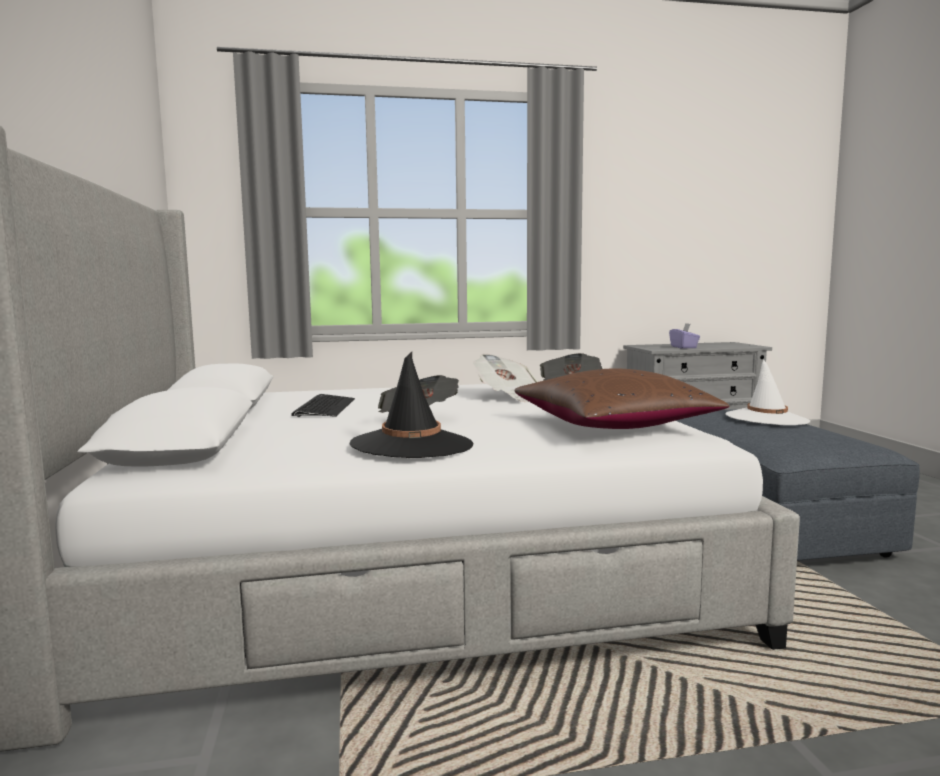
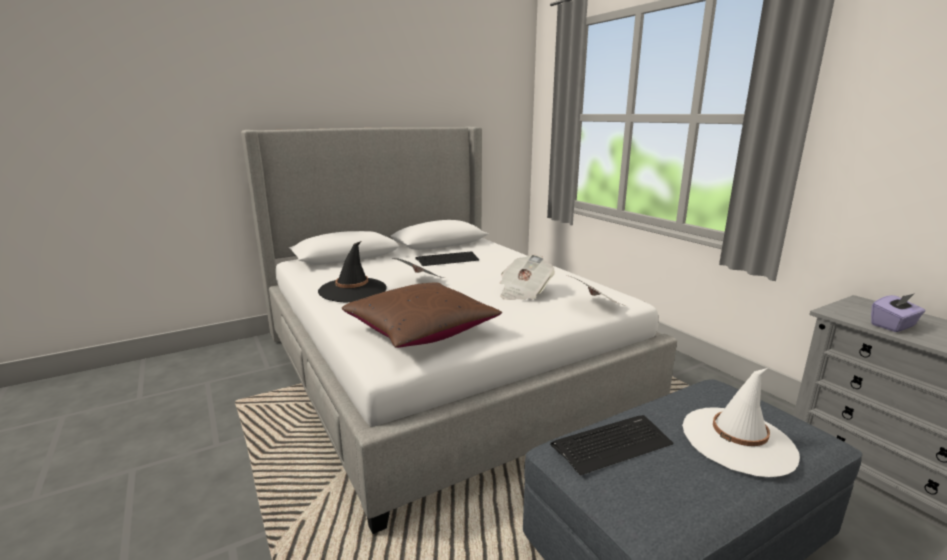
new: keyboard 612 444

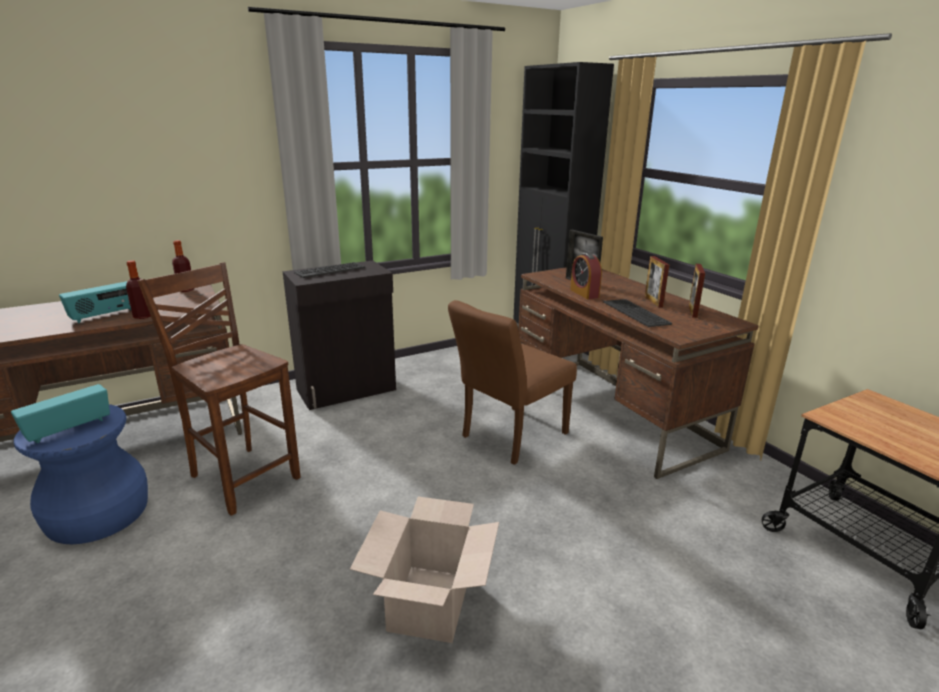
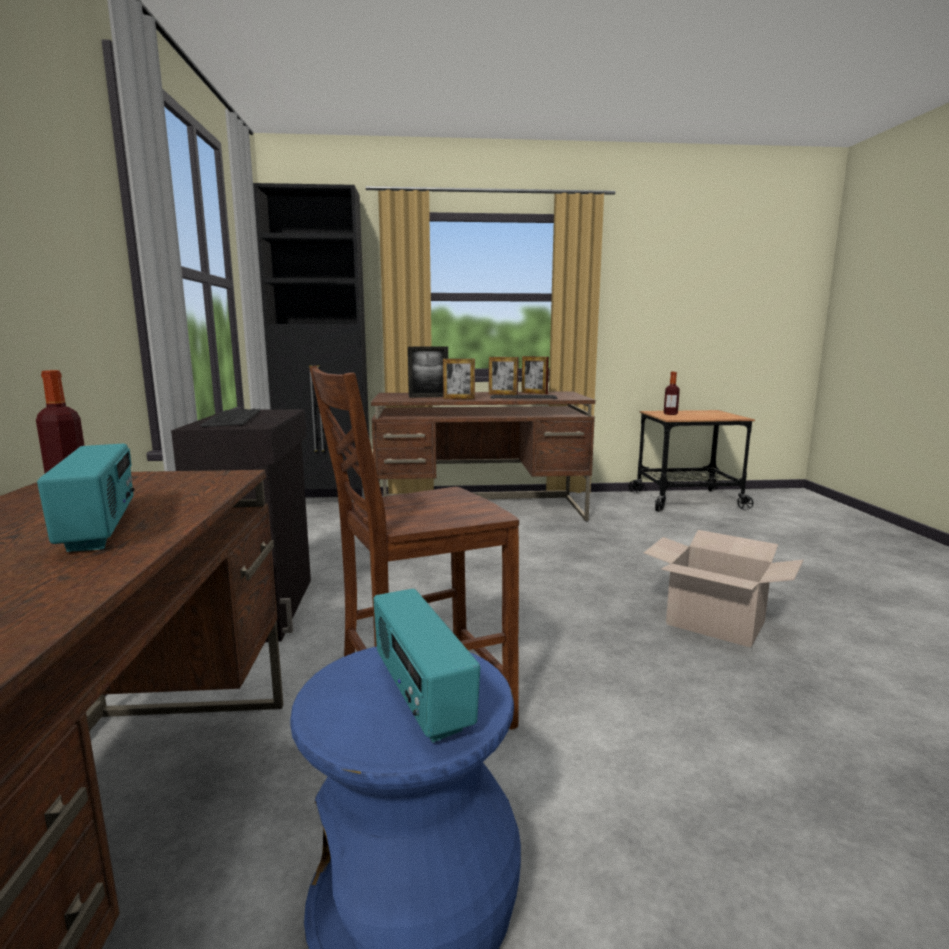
gone: brown_chair 509 437
shifted: bottle 143 316 to 670 414
swapped: alarm_clock 584 293 to picture_frame 459 399

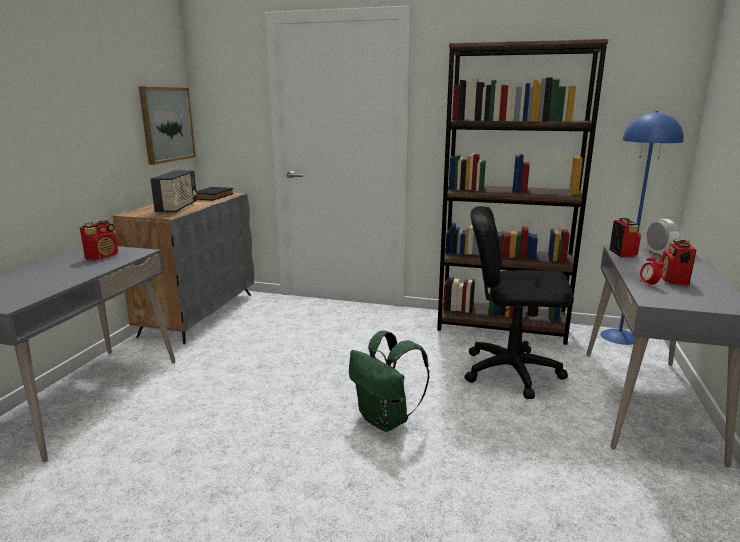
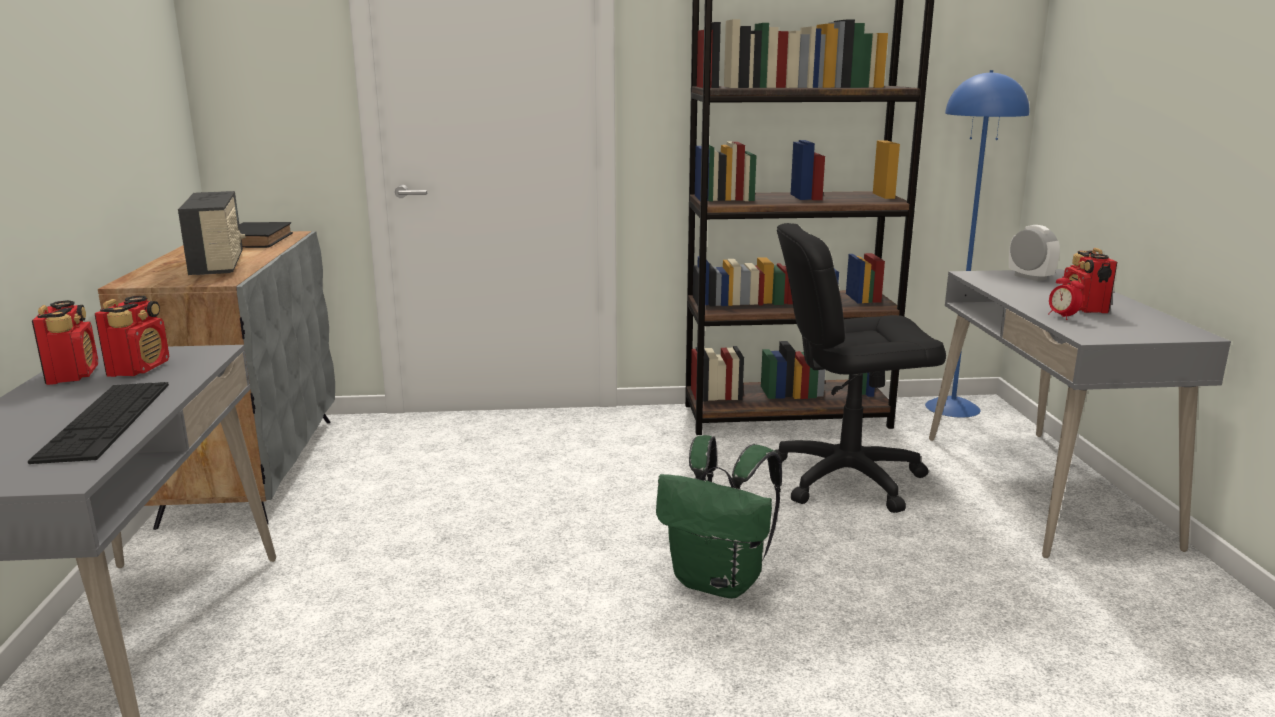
gone: picture 167 124
new: keyboard 105 420
shifted: radio 622 253 to 73 374

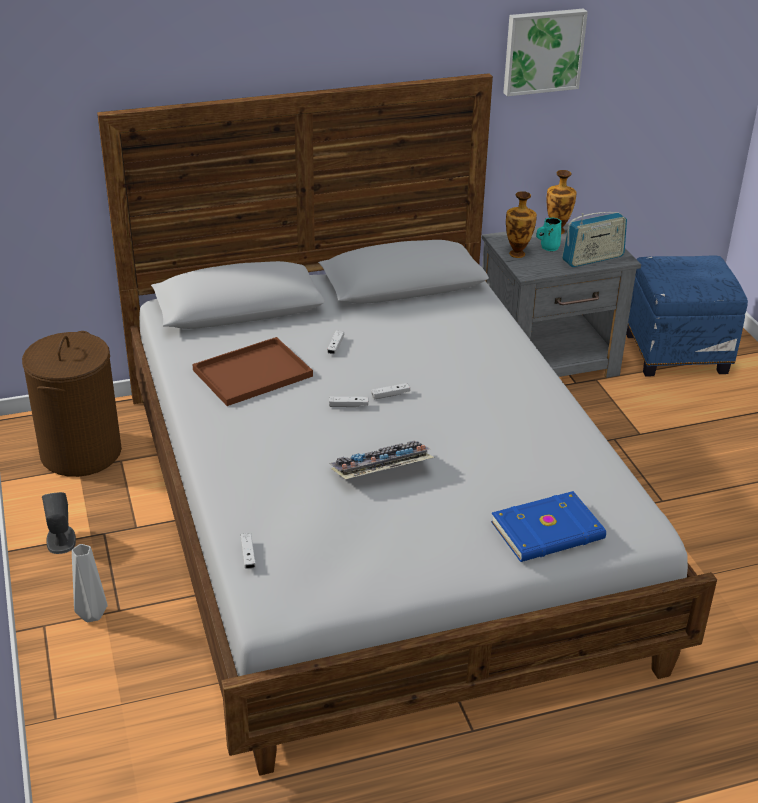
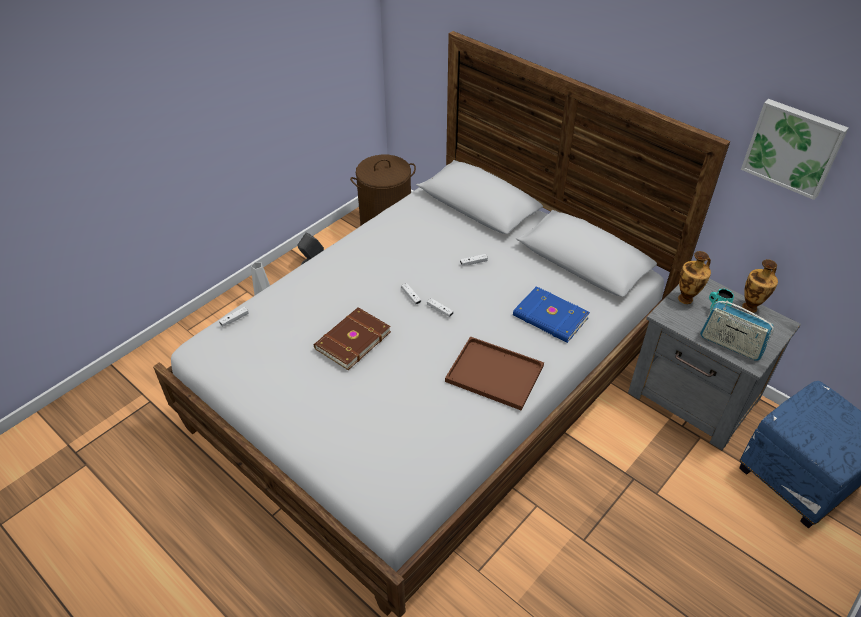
shifted: brown_tray 251 374 to 492 374; blue_book 549 532 to 550 318
swapped: keyboard 381 470 to brown_book 351 340

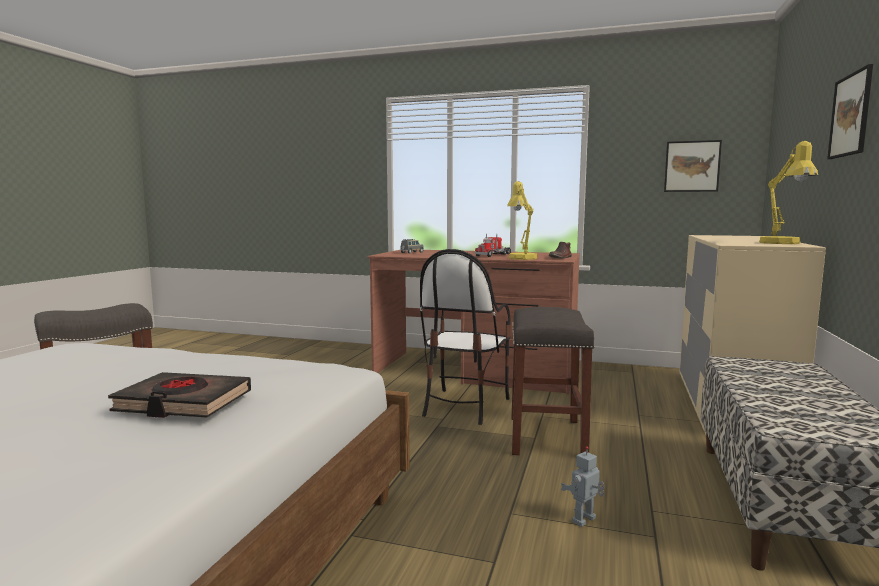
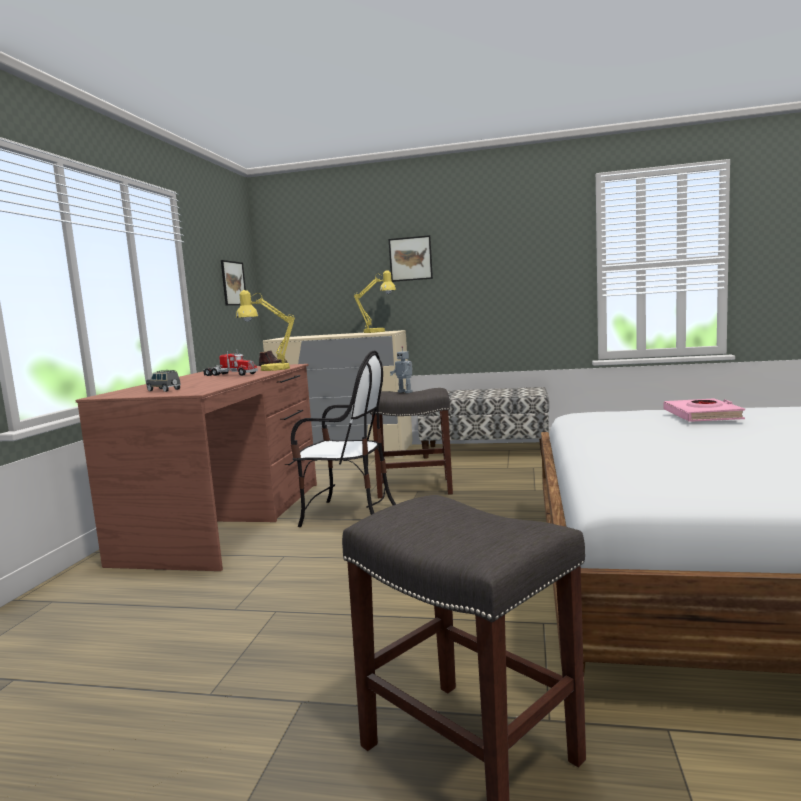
shifted: toy_robot 585 521 to 405 392
repainted: black_book 183 402 to pink_book 702 416

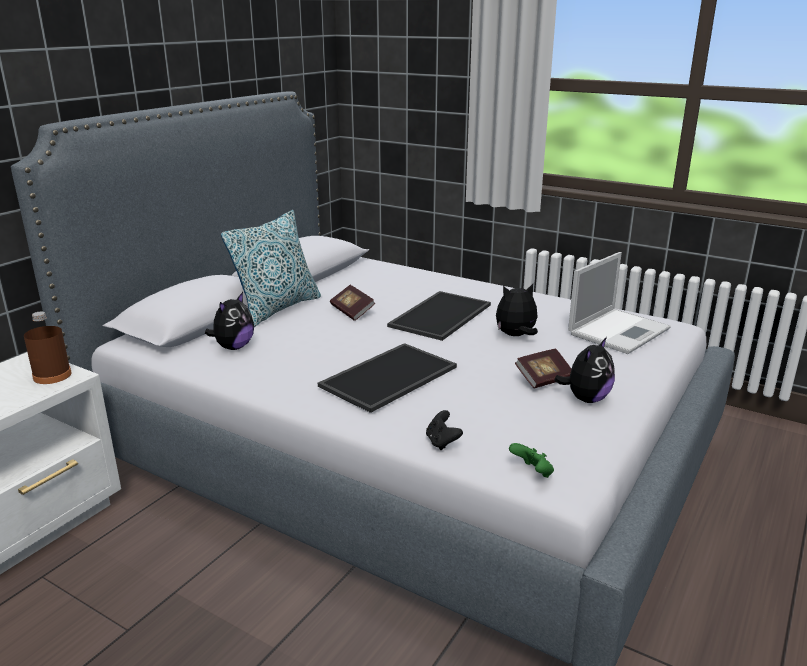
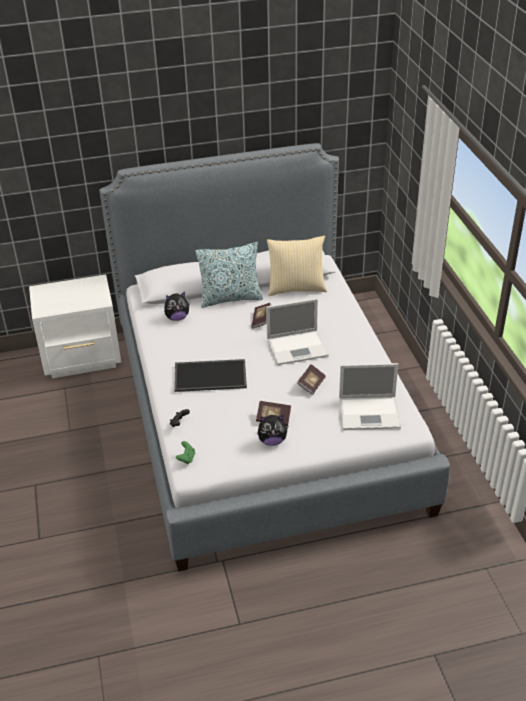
gone: brown_bottle 52 375
new: pillow 296 288
swapped: tray 439 315 to laptop 298 347; plush_toy 516 336 to book 311 384

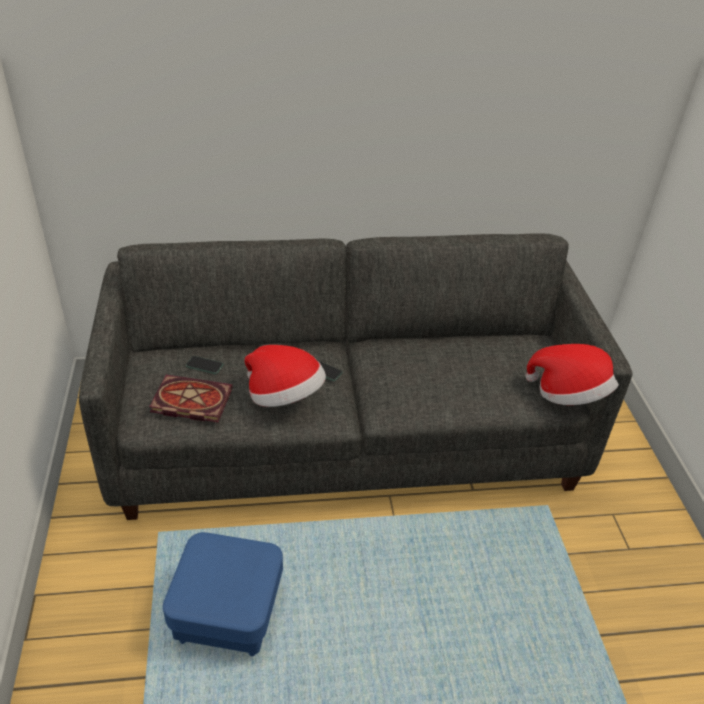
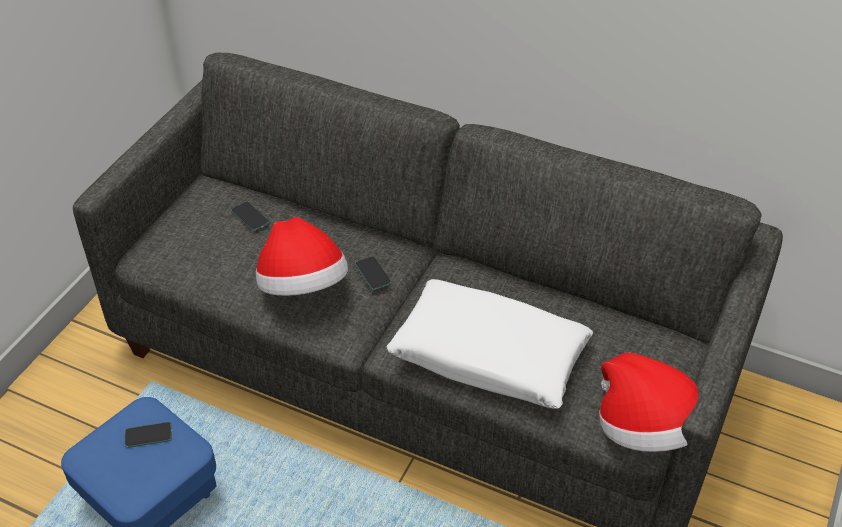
gone: book 189 401
new: phone 148 435; white_pillow 489 356

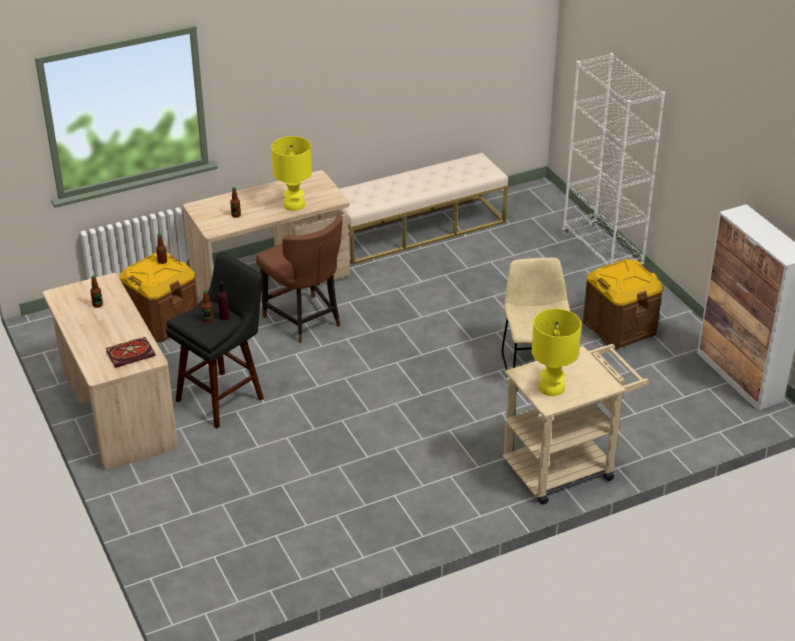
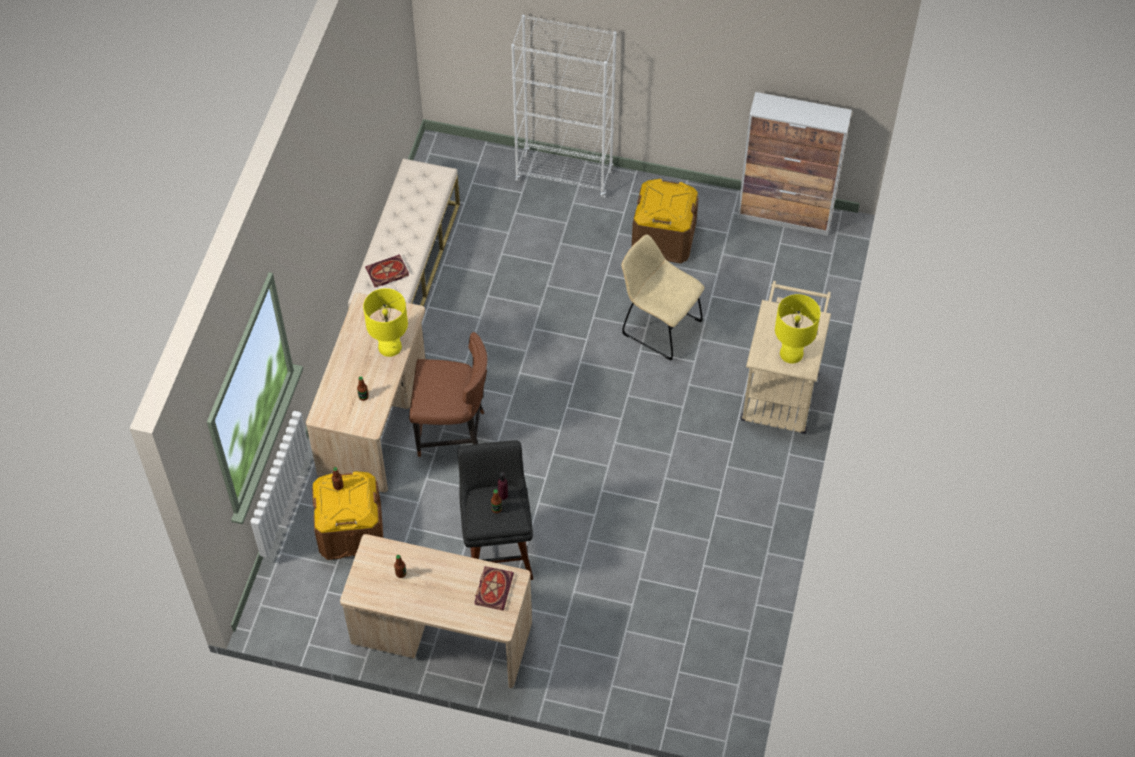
new: book 386 273

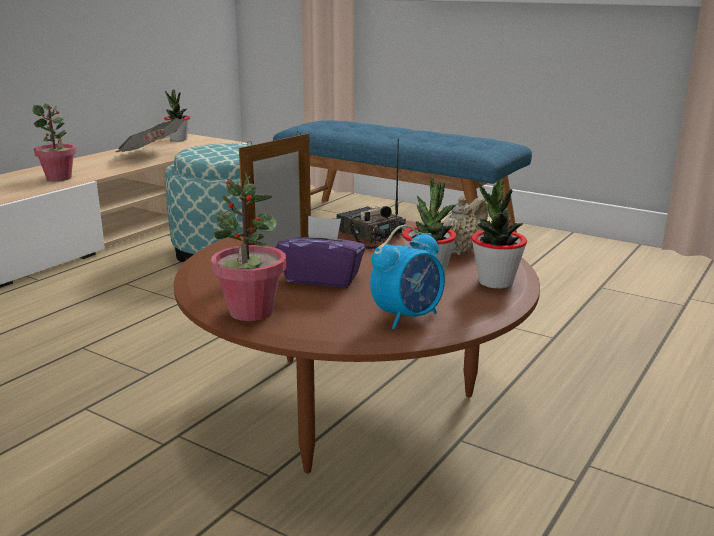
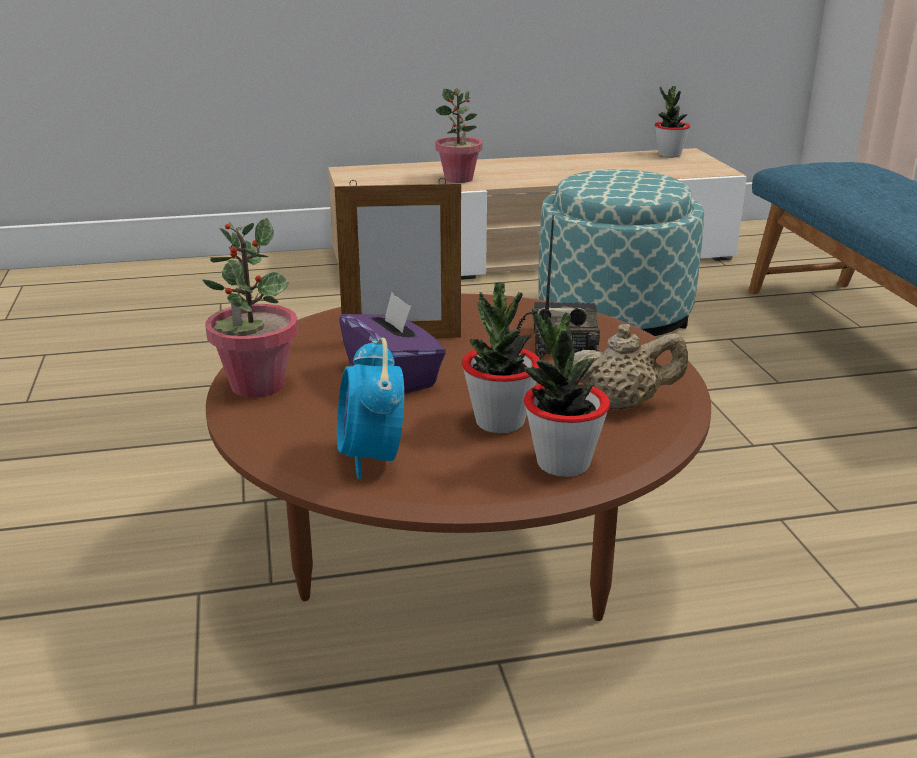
gone: newspaper 151 154
rotated: alarm_clock 408 317 = 371 458 75 degrees clockwise

